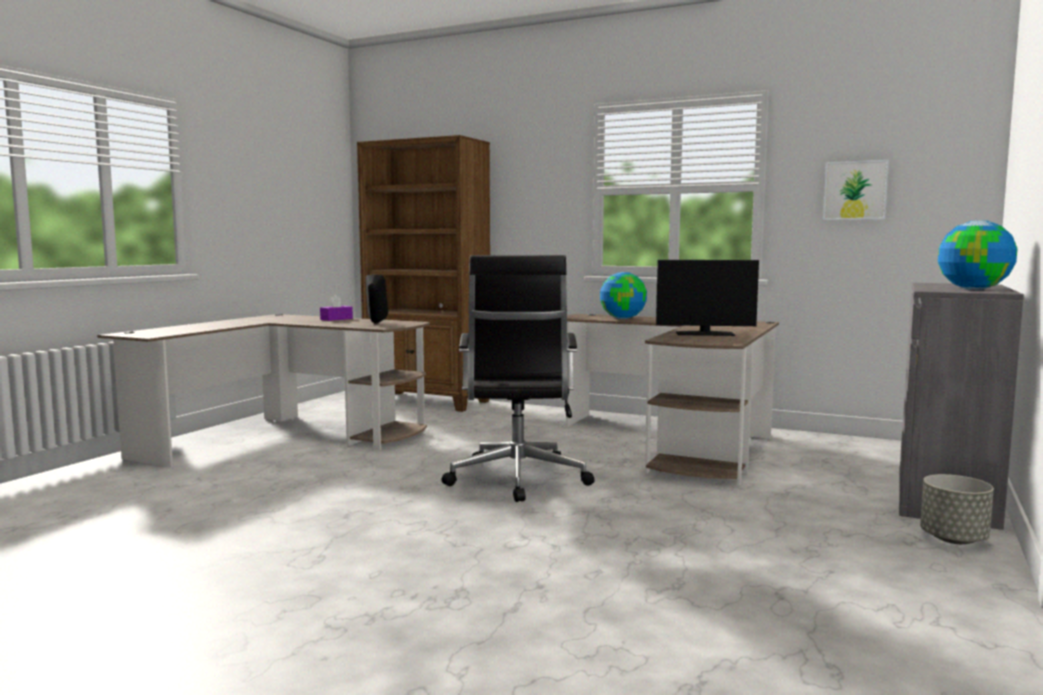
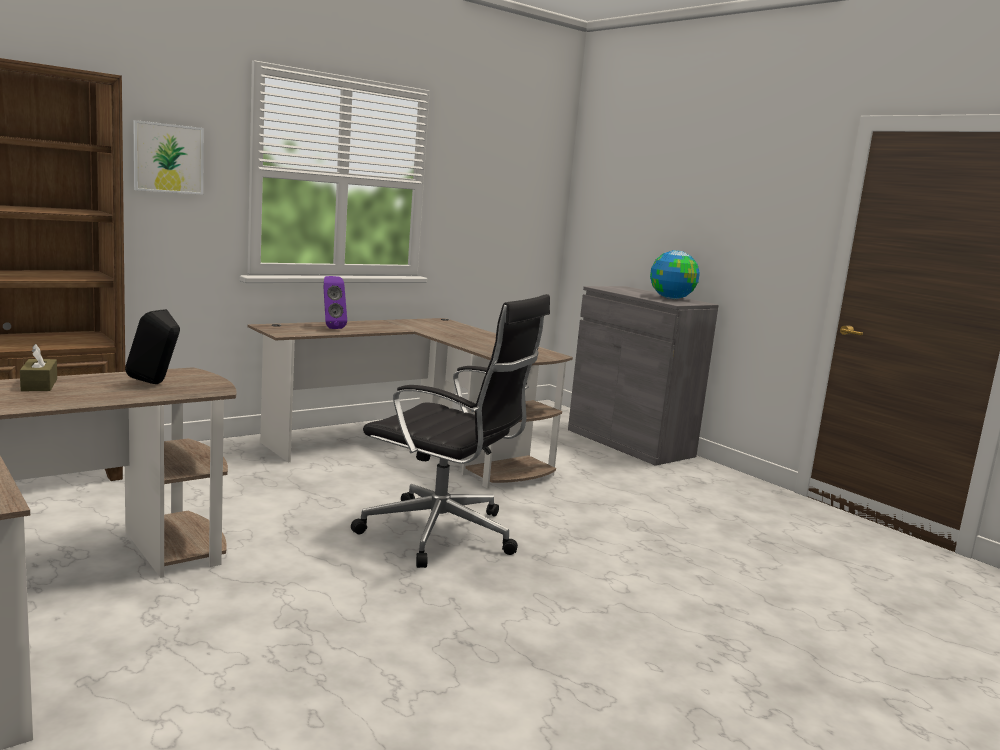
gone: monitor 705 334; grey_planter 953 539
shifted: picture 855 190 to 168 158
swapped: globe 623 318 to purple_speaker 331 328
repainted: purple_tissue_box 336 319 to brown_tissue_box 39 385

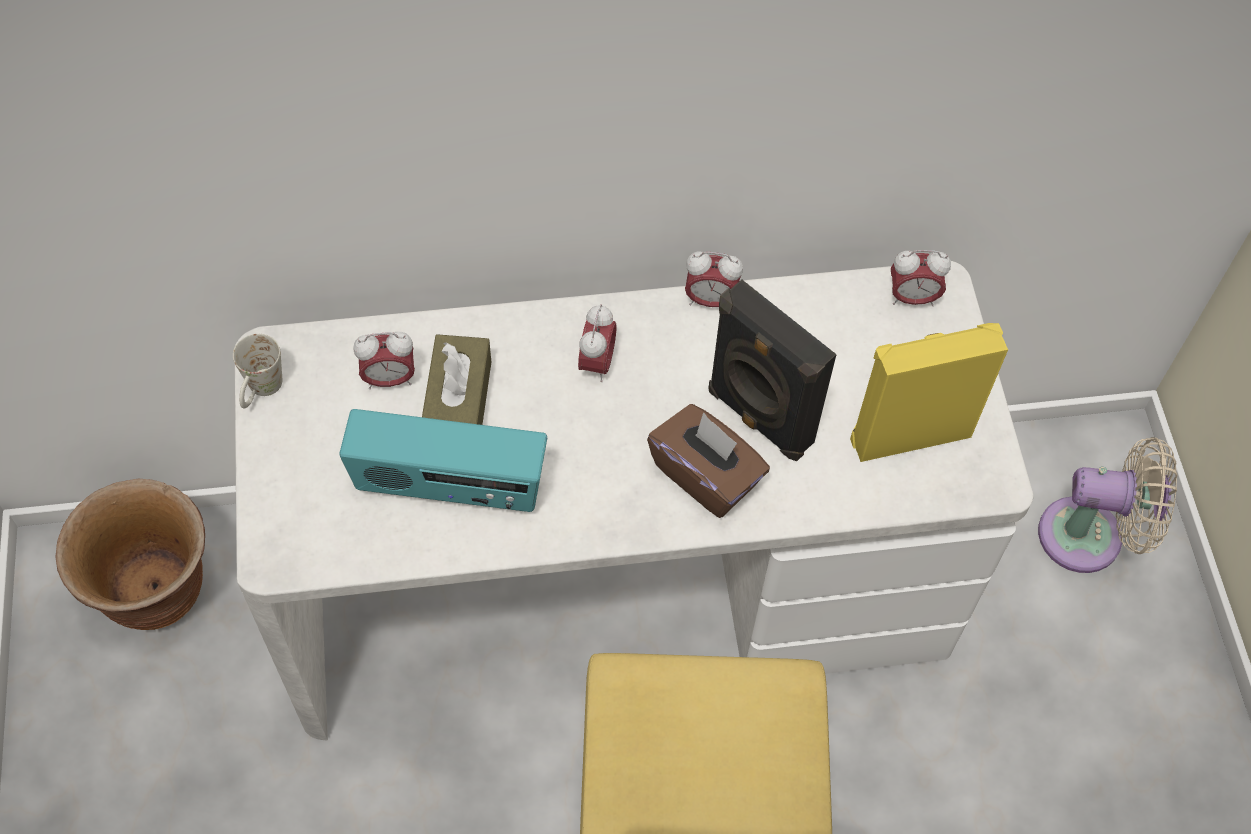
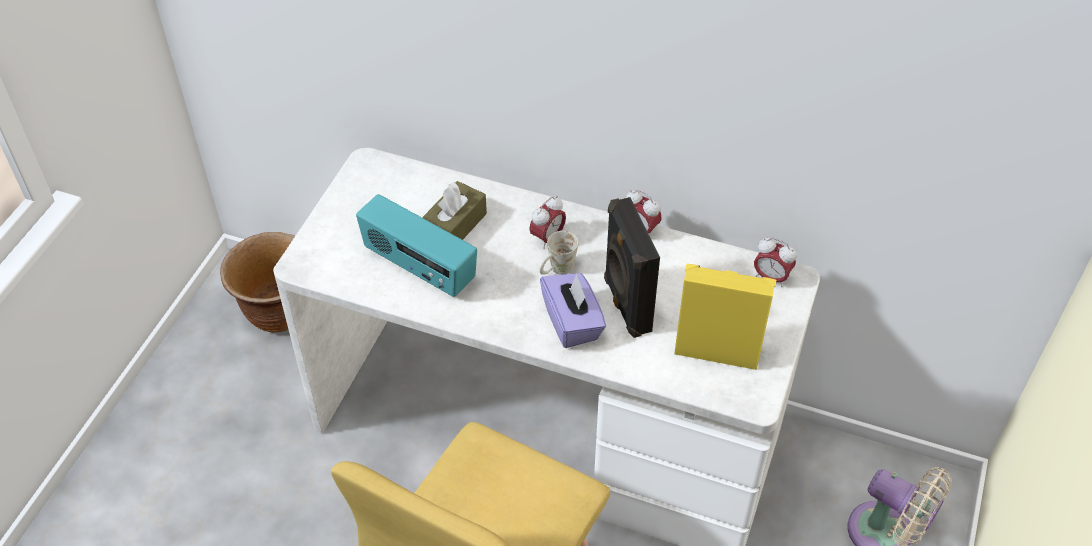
gone: alarm_clock 389 379
shifted: white_mug 261 392 to 556 270
repainted: brown_tissue_box 706 475 to purple_tissue_box 572 323

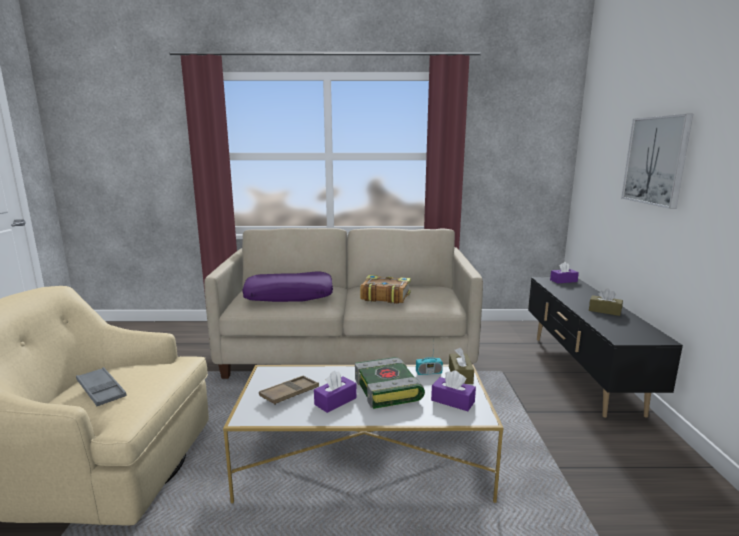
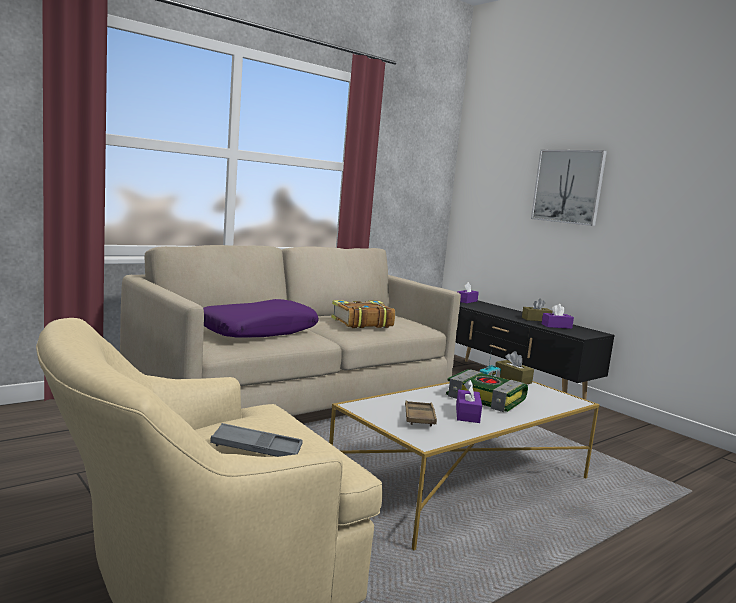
shifted: purple_tissue_box 452 401 to 556 326

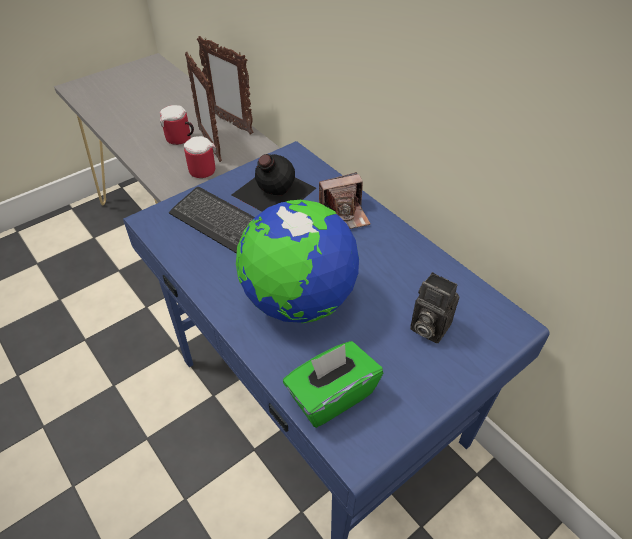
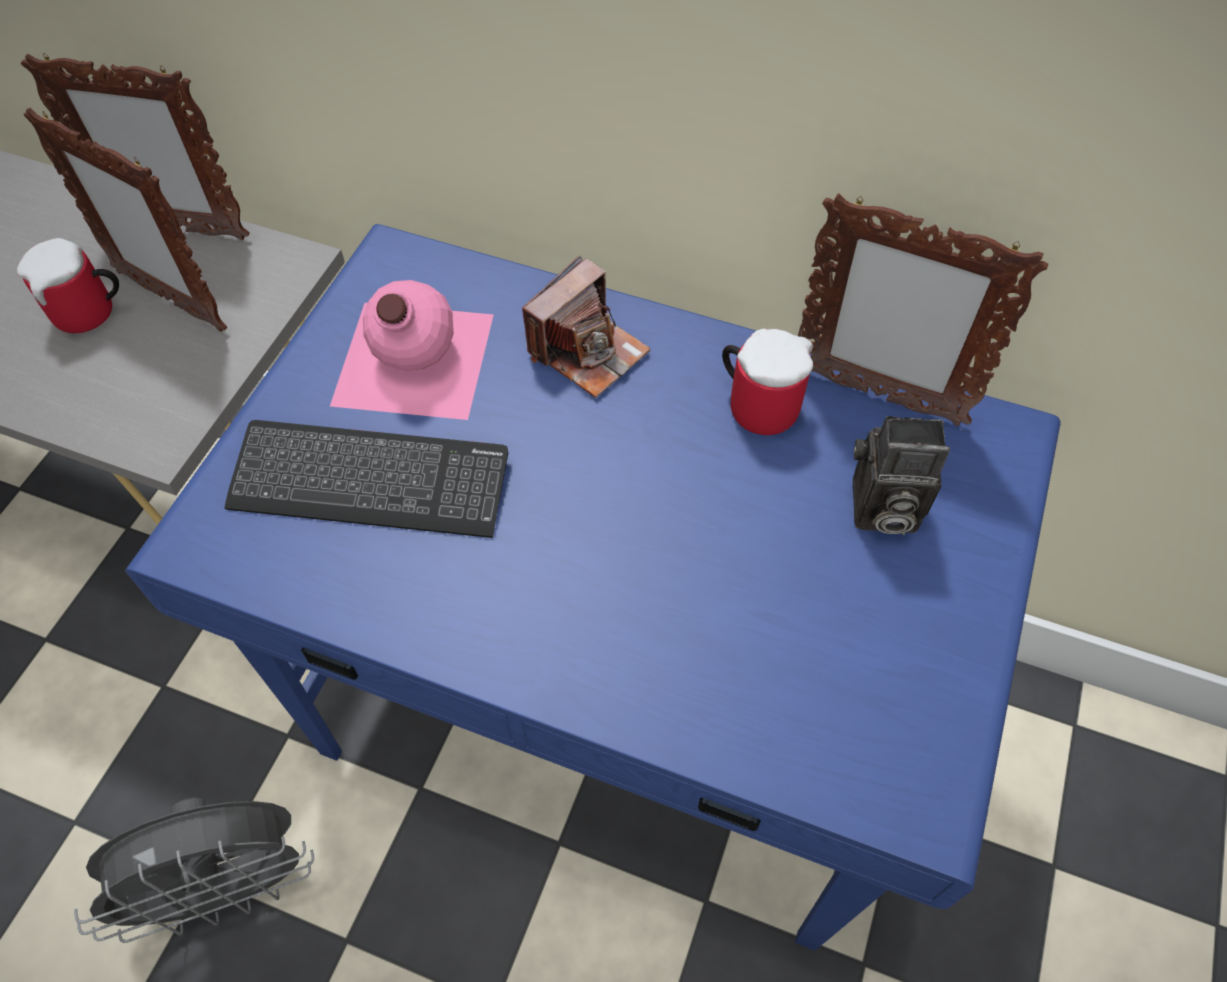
gone: globe 298 301; green_tissue_box 331 395
new: grey_fan 230 887; picture_frame 876 395
shifted: mug 202 168 to 757 402
repainted: black_bottle 272 191 to pink_bottle 411 360

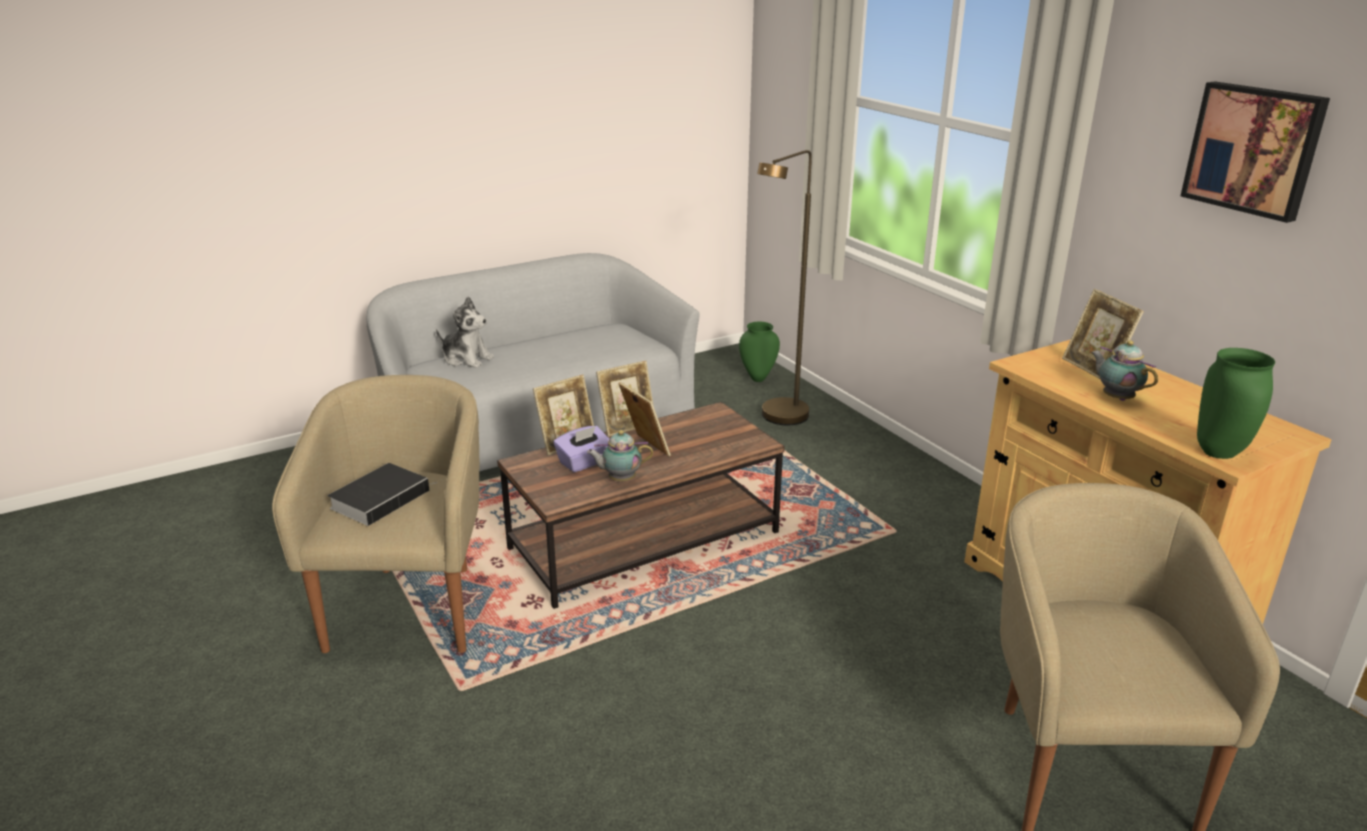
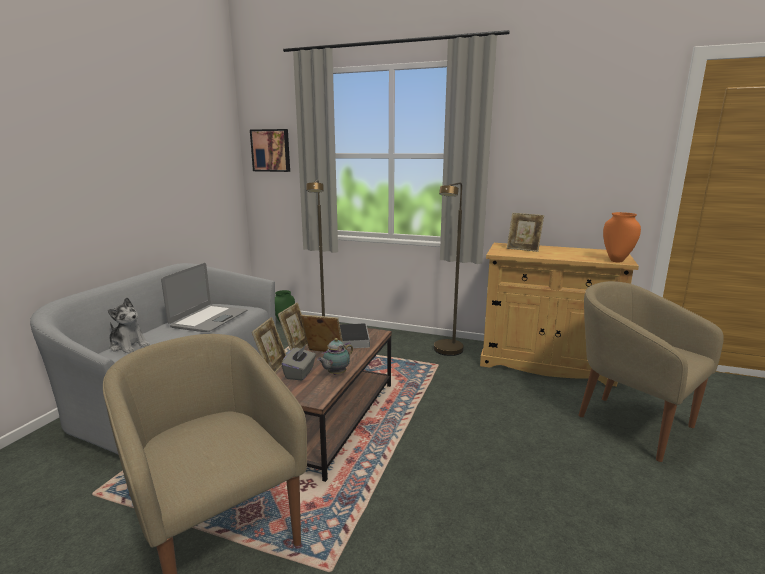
gone: teapot 1116 397
new: laptop 209 319; brown_floor_lamp 447 353
shifted: book 381 498 to 352 338; picture 1254 149 to 271 150
repainted: purple_tissue_box 584 462 to grey_tissue_box 300 373; green_vase 1221 453 to orange_vase 617 261
rotated: plush_toy 466 359 = 129 346 45 degrees clockwise

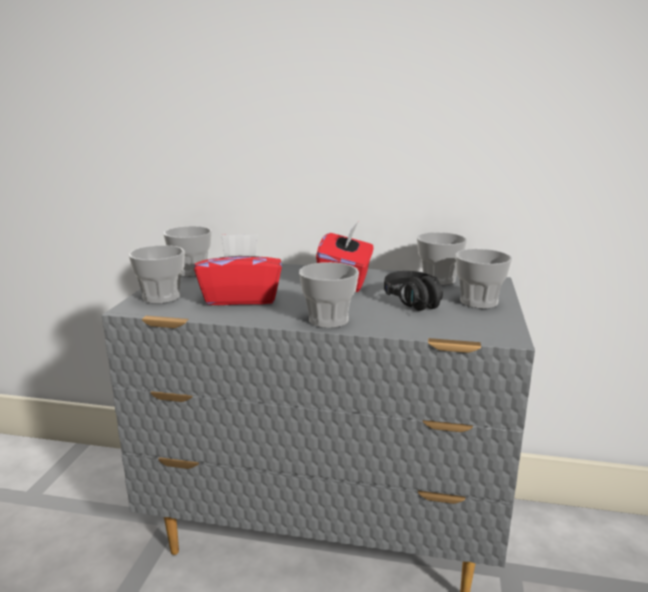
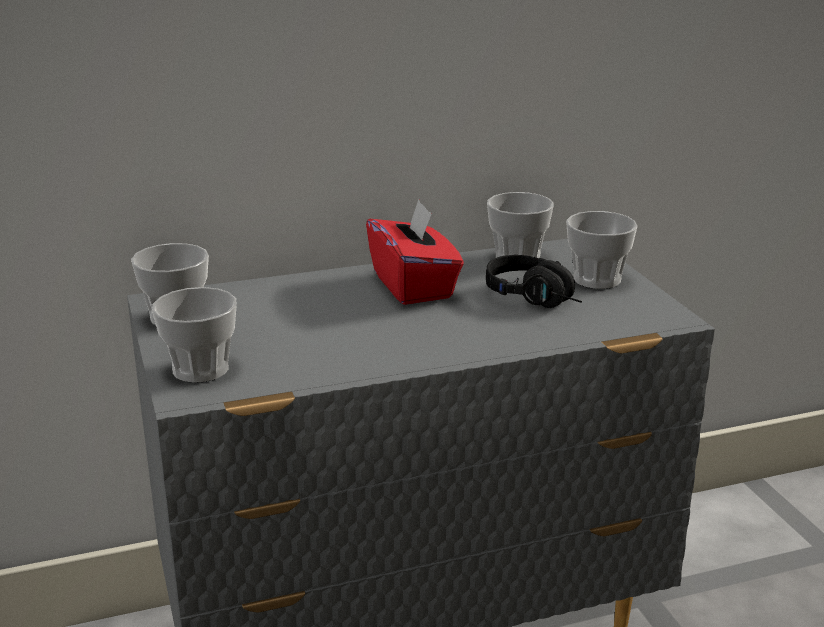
gone: red_tissue_box 241 298; cup 328 320

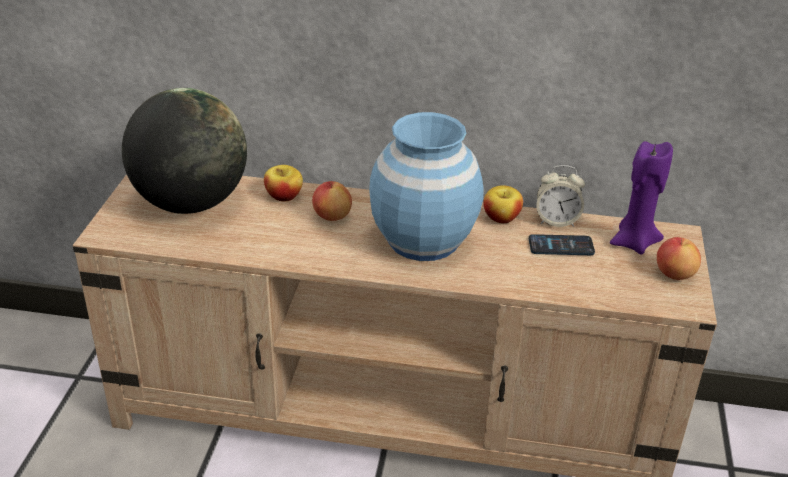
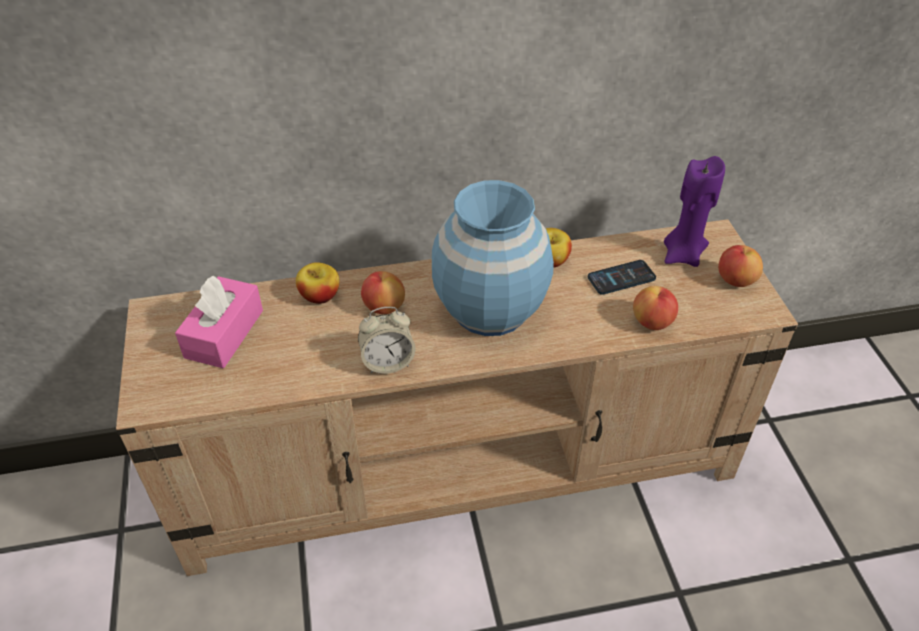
new: apple 652 322
shifted: alarm_clock 556 221 to 387 362
swapped: globe 191 203 to pink_tissue_box 224 334

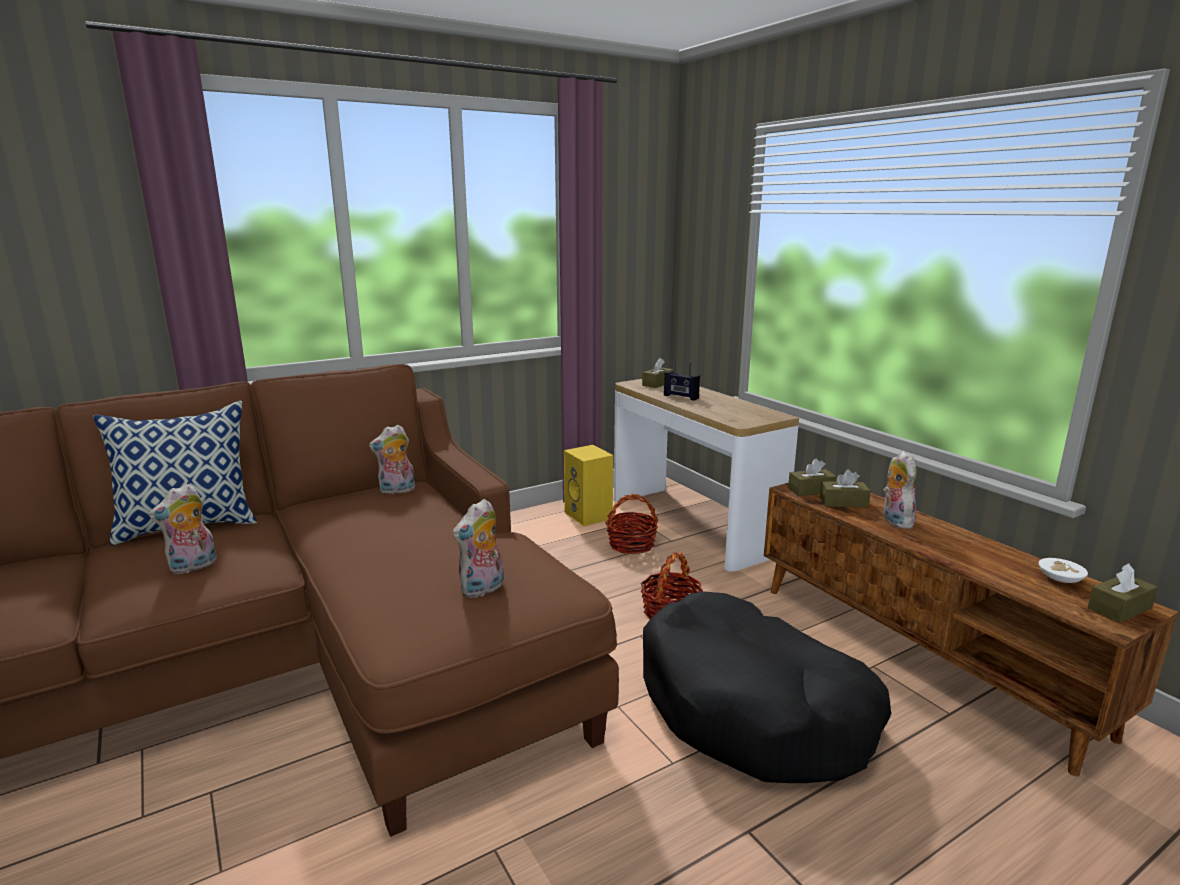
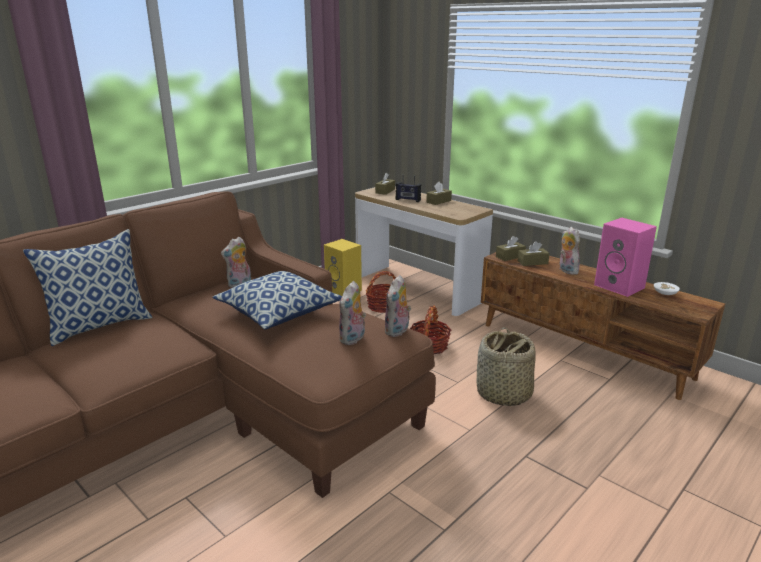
new: pillow 278 313; pink_speaker 620 286
shifted: plush_toy 193 567 to 397 331; brown_tissue_box 1119 608 to 438 201
swapped: black_dog_bed 753 709 to basket 503 394

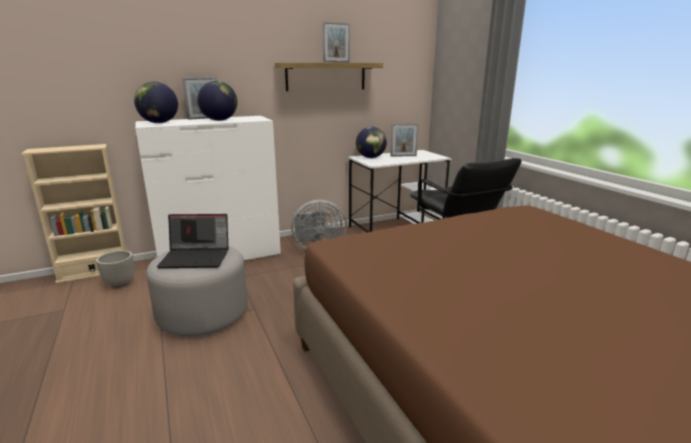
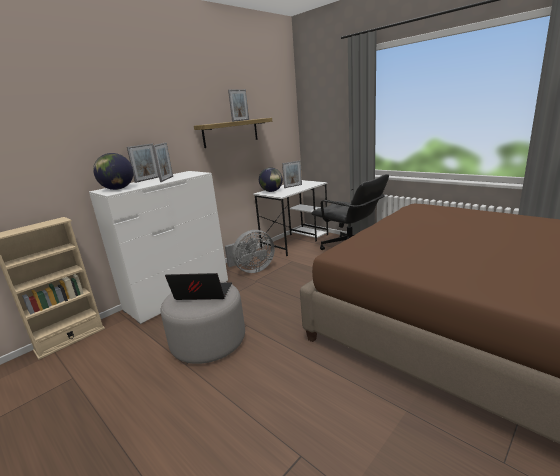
gone: planter 119 283
swapped: globe 219 120 to picture_frame 167 179
rotated: laptop 197 257 = 202 294 150 degrees counterclockwise

